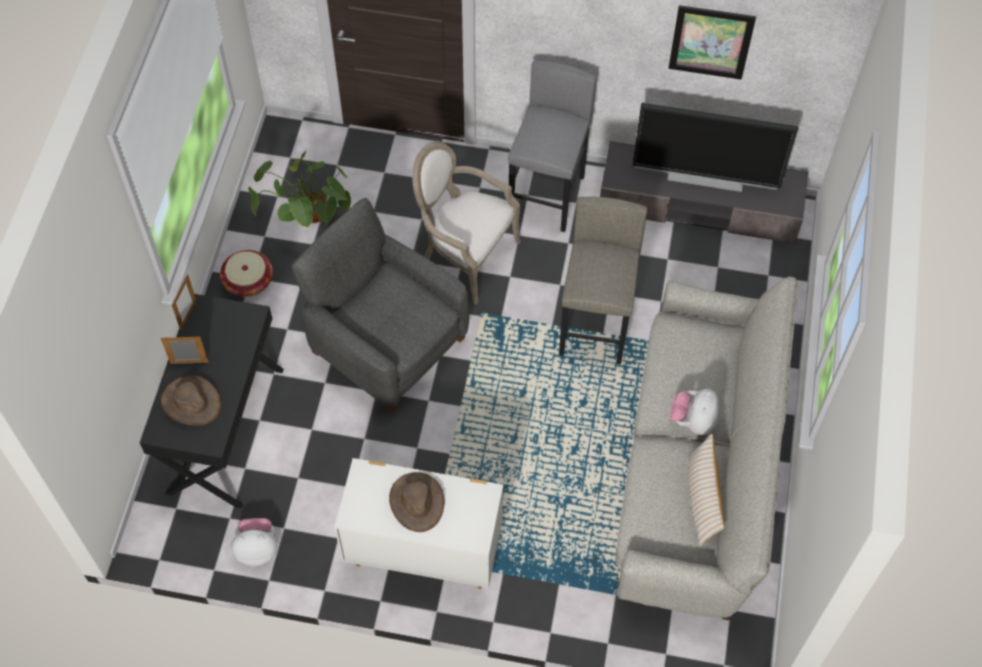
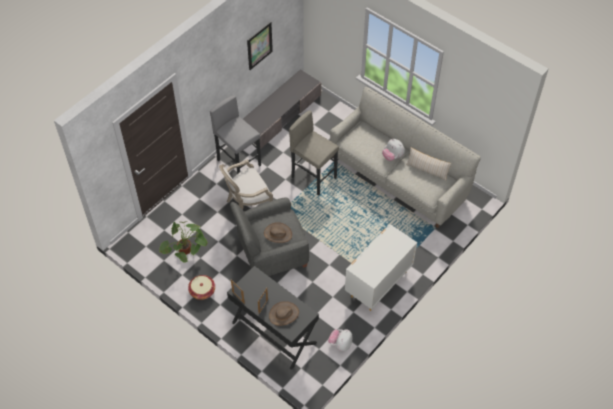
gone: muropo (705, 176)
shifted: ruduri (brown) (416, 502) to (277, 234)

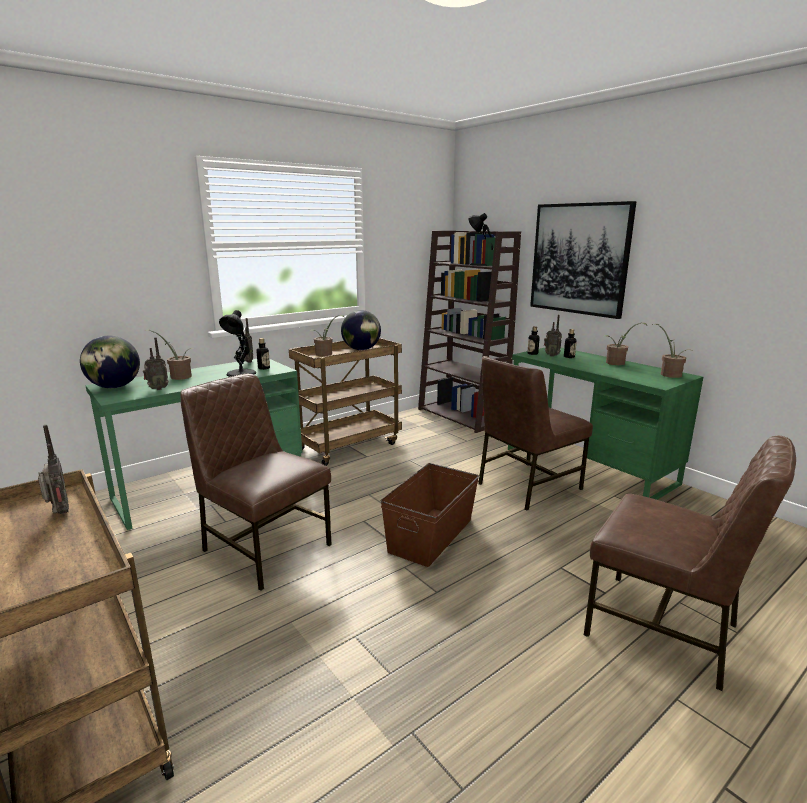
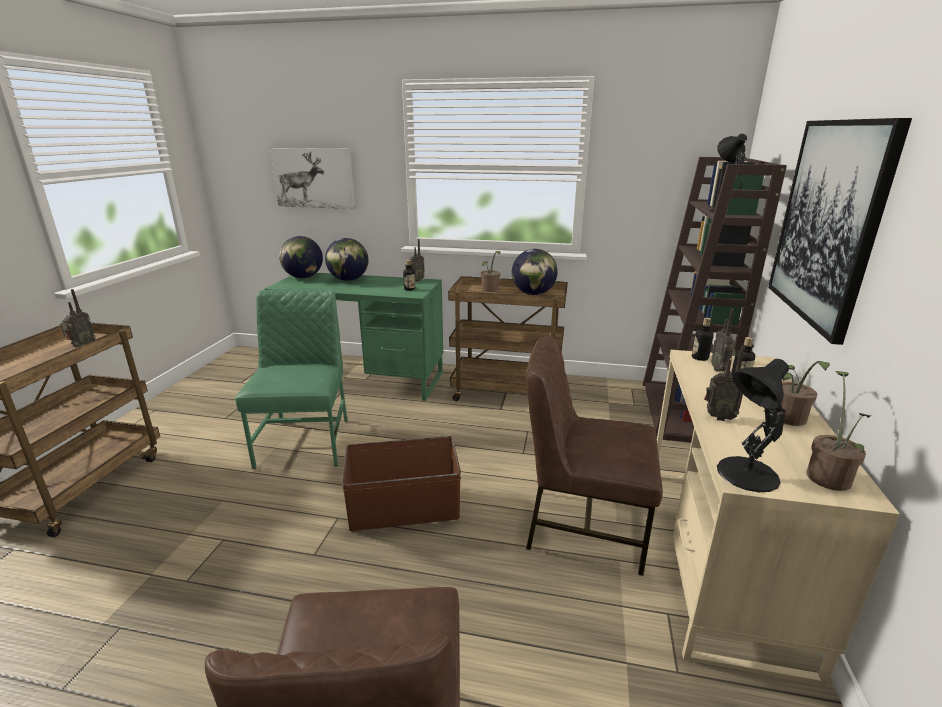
new: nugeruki (314, 178)
shifted: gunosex (157, 389) to (718, 417); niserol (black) (240, 374) to (745, 475)
swapped: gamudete (178, 376) to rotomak (348, 280)
repainted: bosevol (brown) (264, 547) to bosevol (green) (306, 441); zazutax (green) (588, 466) to zazutax (beige) (717, 556)

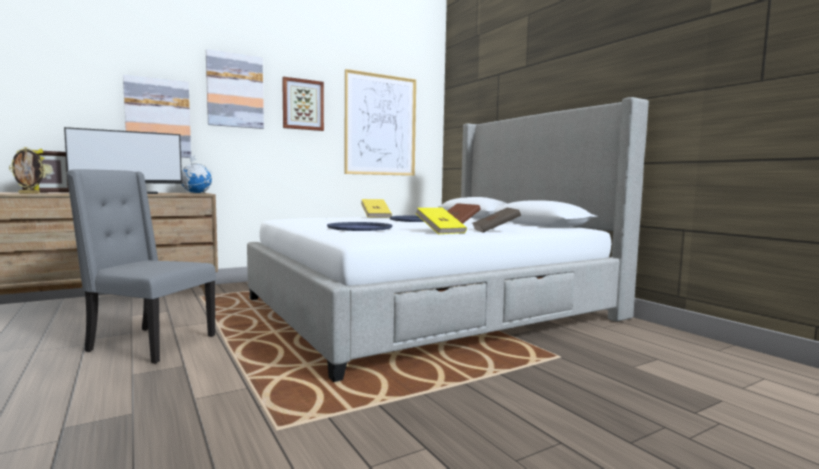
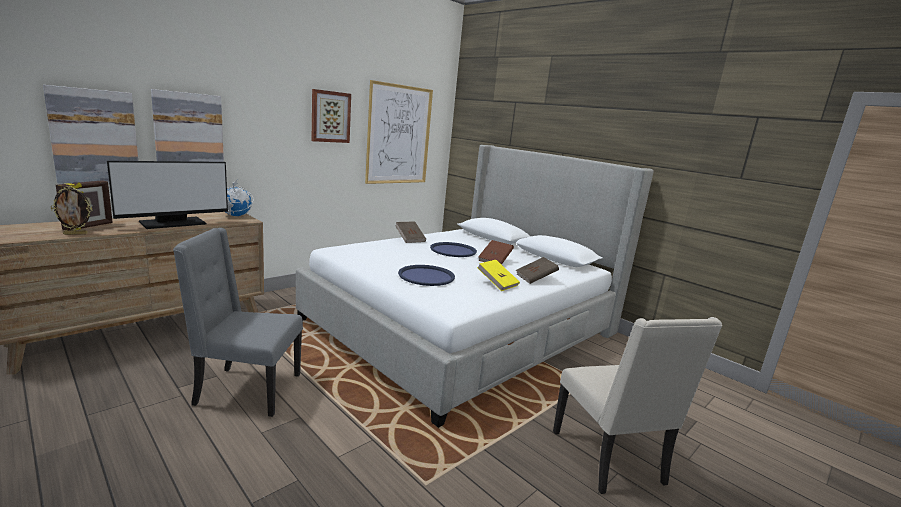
new: bosevol (beige) (610, 459)
shifted: nugeruki (235, 91) to (94, 136)
repainted: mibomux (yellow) (376, 216) to mibomux (brown) (410, 239)

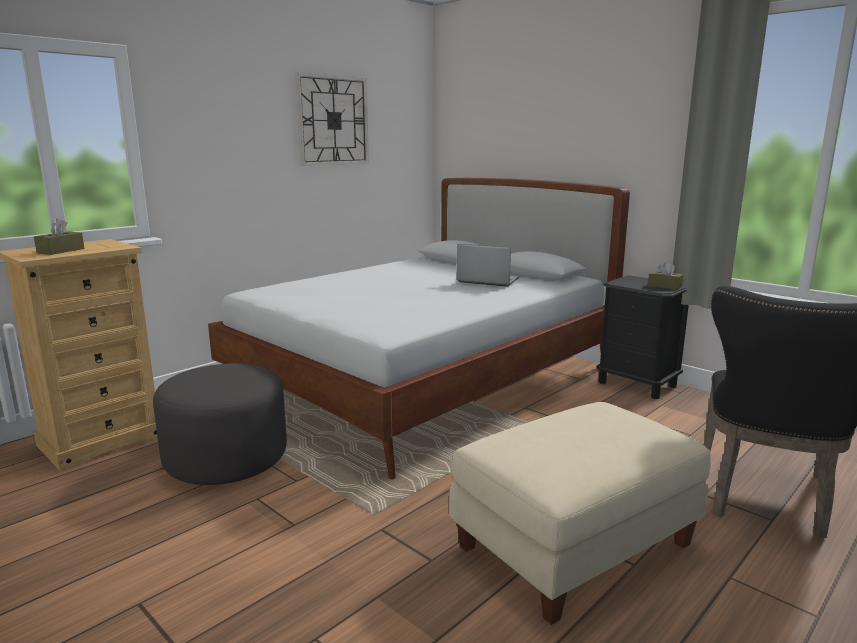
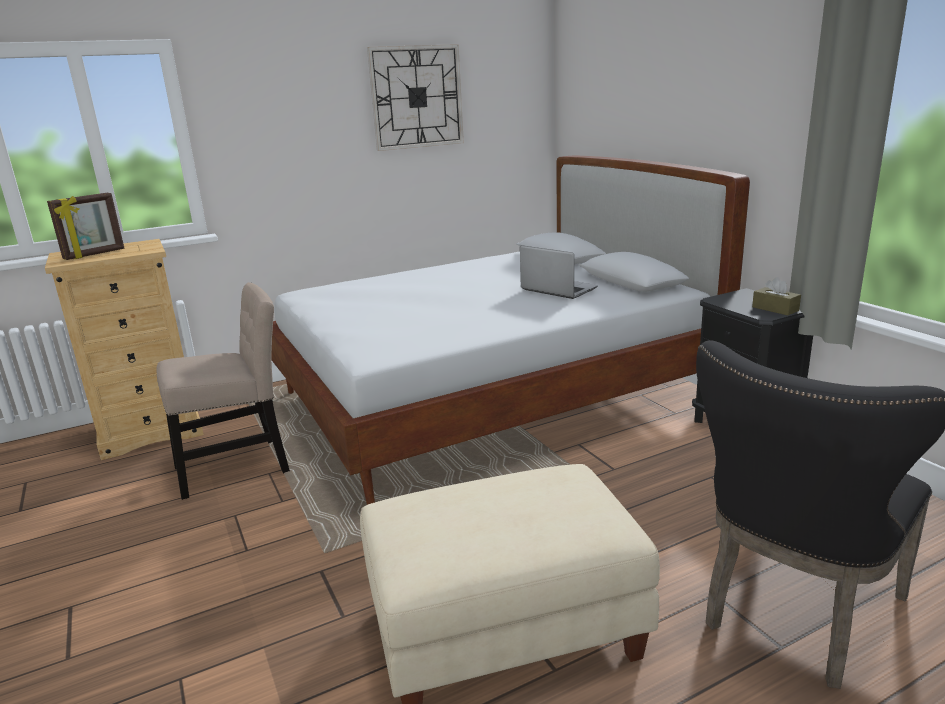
swapped: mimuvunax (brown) (61, 251) to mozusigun (95, 254); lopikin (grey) (226, 458) to bosevol (beige) (238, 466)

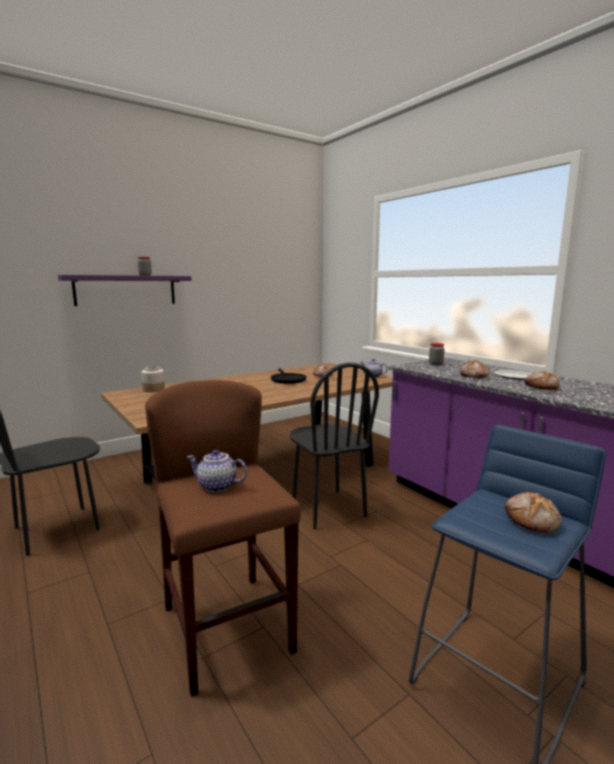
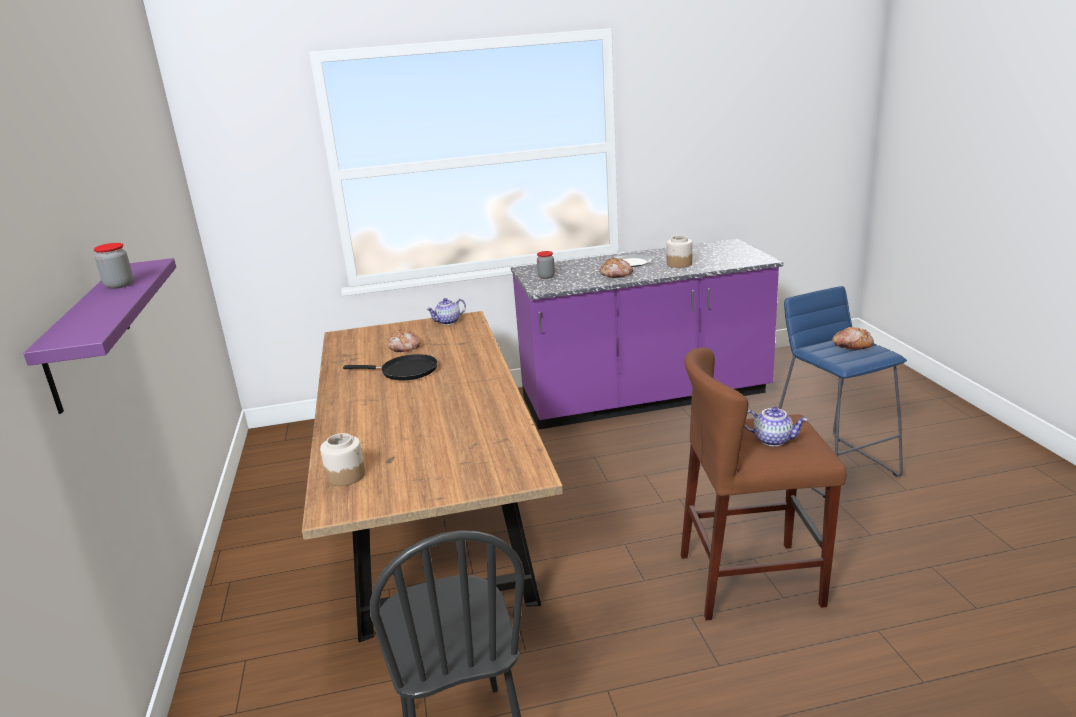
gone: bosevol (black) (327, 508)
swapped: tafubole (542, 387) to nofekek (679, 264)
rotated: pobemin (216, 486) = (773, 440) 105 degrees counterclockwise

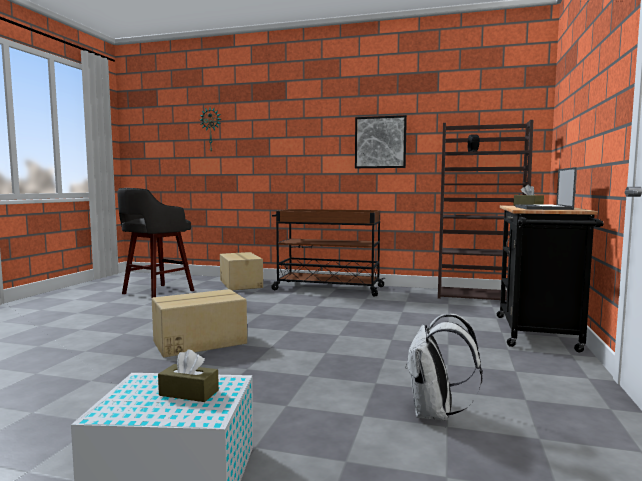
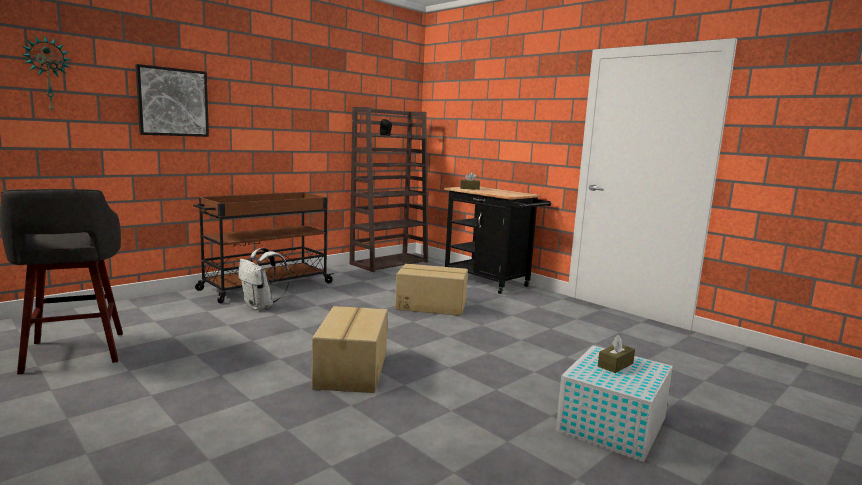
gone: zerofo (543, 208)
shifted: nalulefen (241, 284) to (431, 306); nugeruki (380, 142) to (173, 102); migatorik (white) (436, 414) to (261, 306)

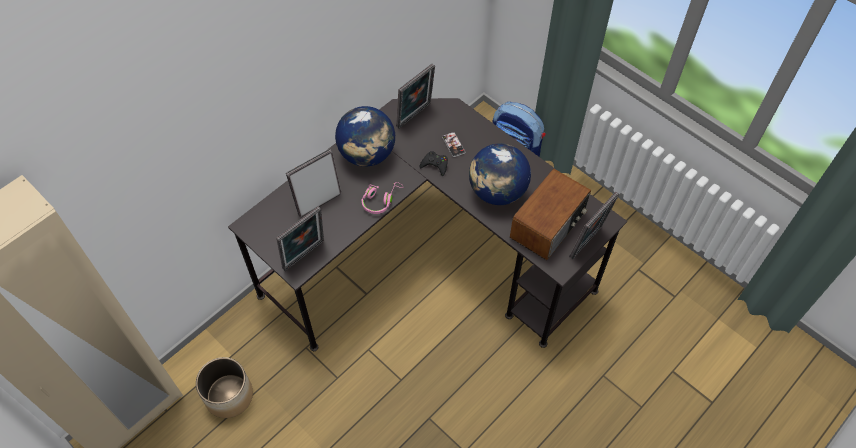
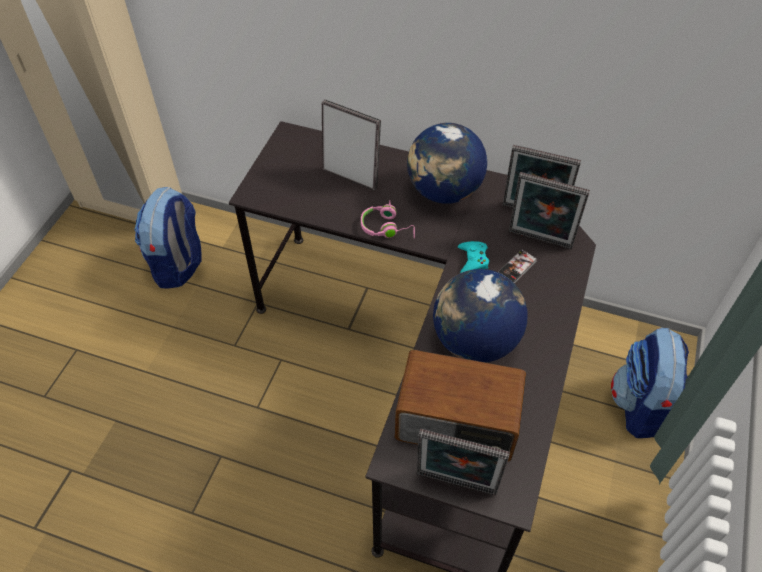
shifted: mozusigun (305, 256) to (539, 241)
swapped: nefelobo (230, 395) to migatorik (178, 265)
repainted: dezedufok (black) (435, 165) to dezedufok (turquoise) (473, 260)

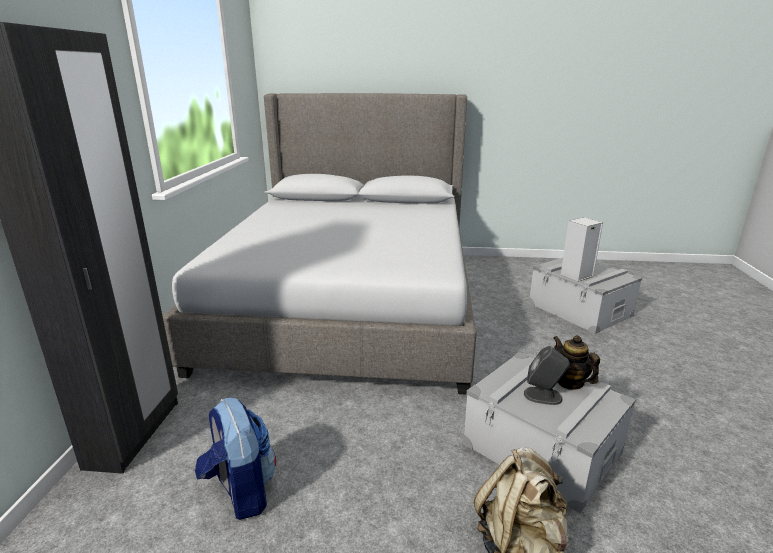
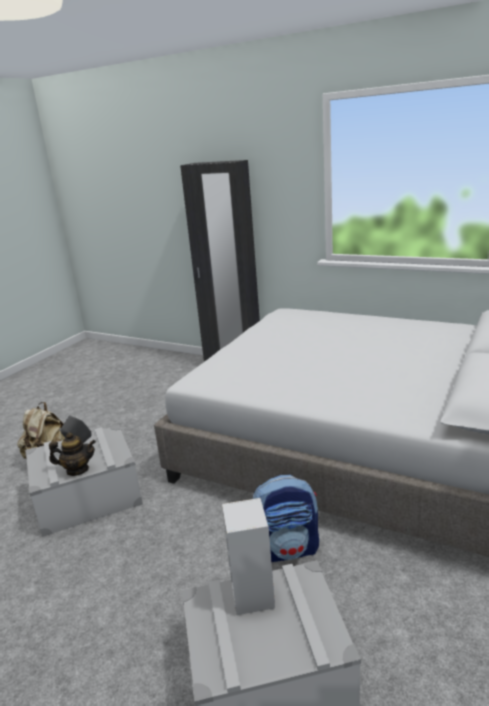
shifted: migatorik (240, 492) to (287, 549)

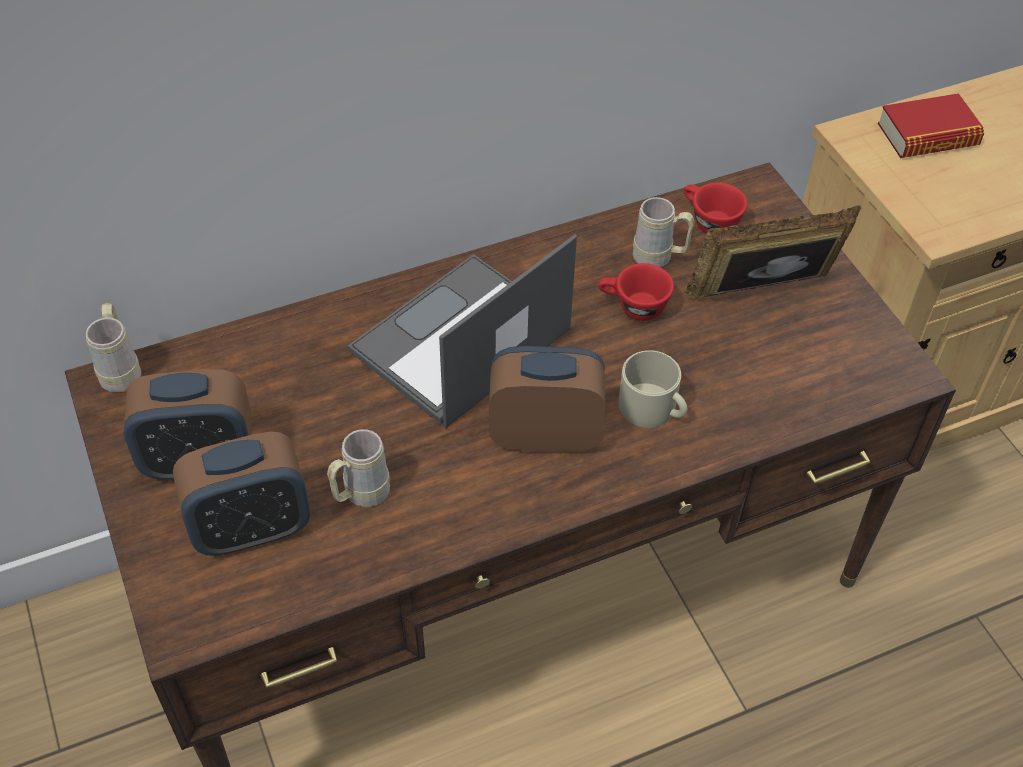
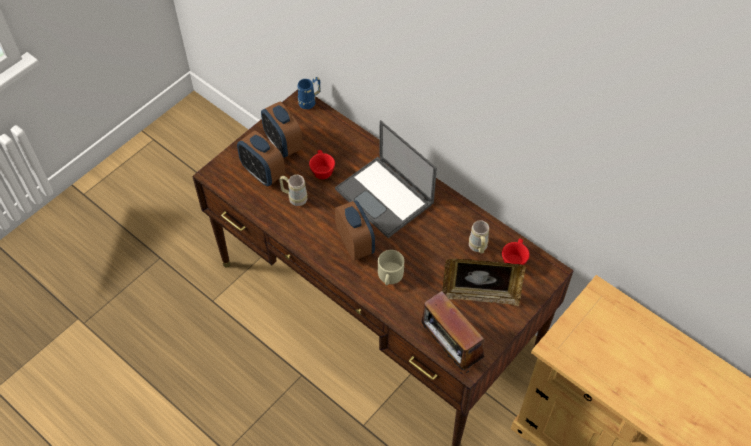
gone: mibomux (927, 135)
new: gunosex (449, 349)
shifted: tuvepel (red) (633, 307) to (321, 170)
repainted: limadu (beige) (121, 370) to limadu (blue) (310, 101)
rotated: zerofo (459, 342) = (385, 197) 150 degrees counterclockwise; mozusigun (762, 296) = (480, 295) 135 degrees clockwise

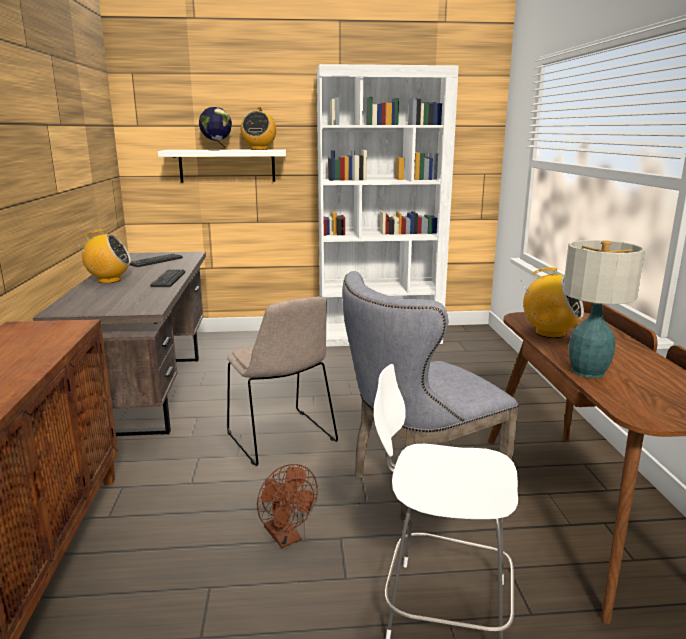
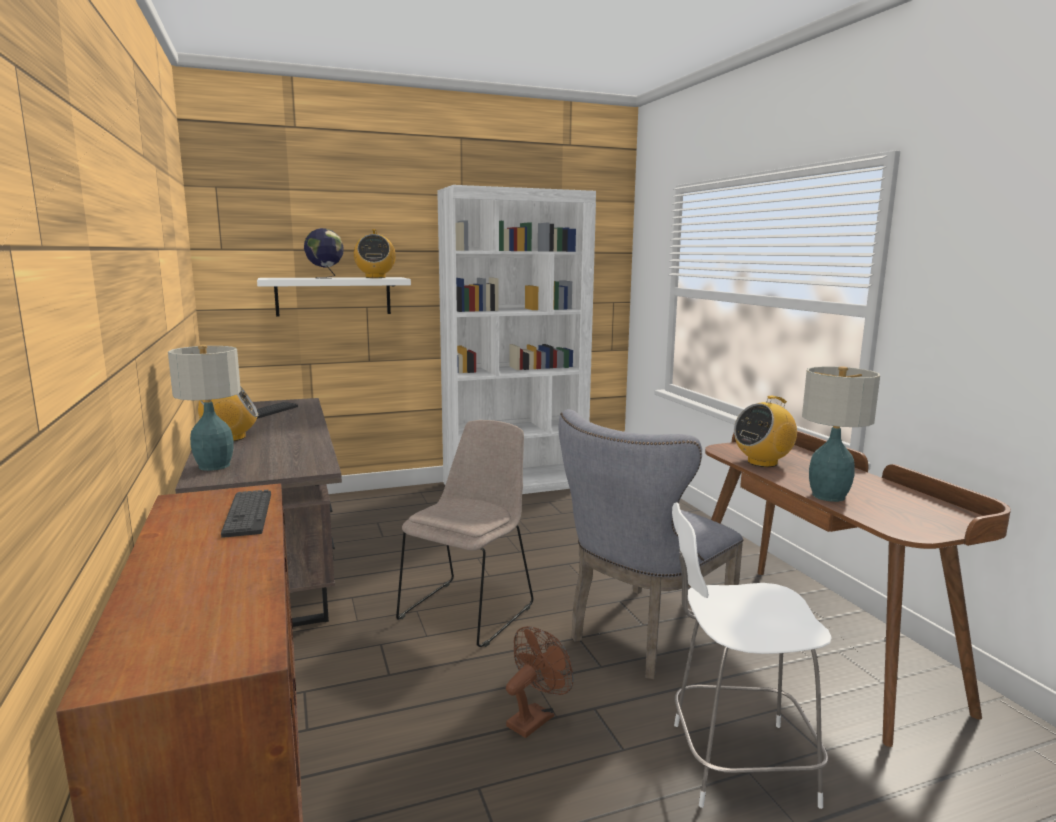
new: niserol (213, 466)
shifted: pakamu (168, 279) to (248, 514)
rotated: bosevol (beige) (282, 439) = (469, 610) 105 degrees counterclockwise; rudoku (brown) (286, 538) = (535, 717) 90 degrees counterclockwise; gunosex (549, 333) = (762, 462) 135 degrees clockwise

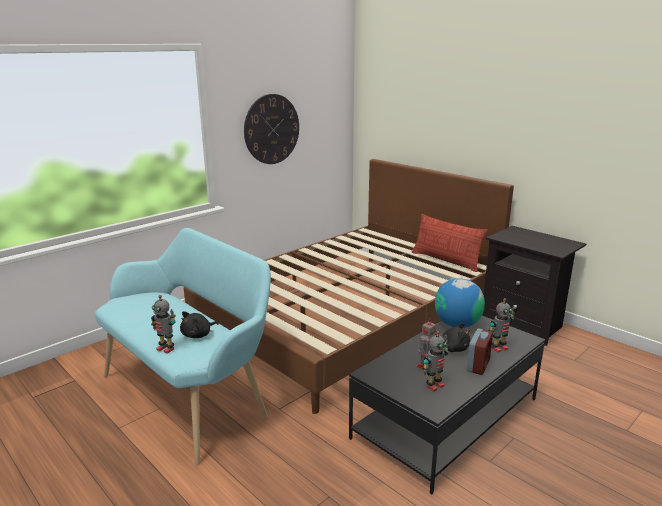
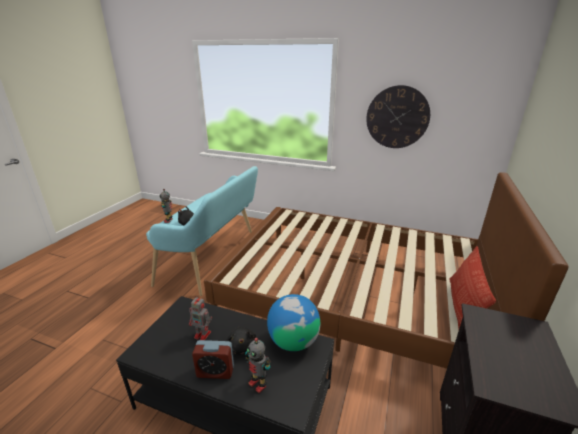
gone: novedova (434, 385)

